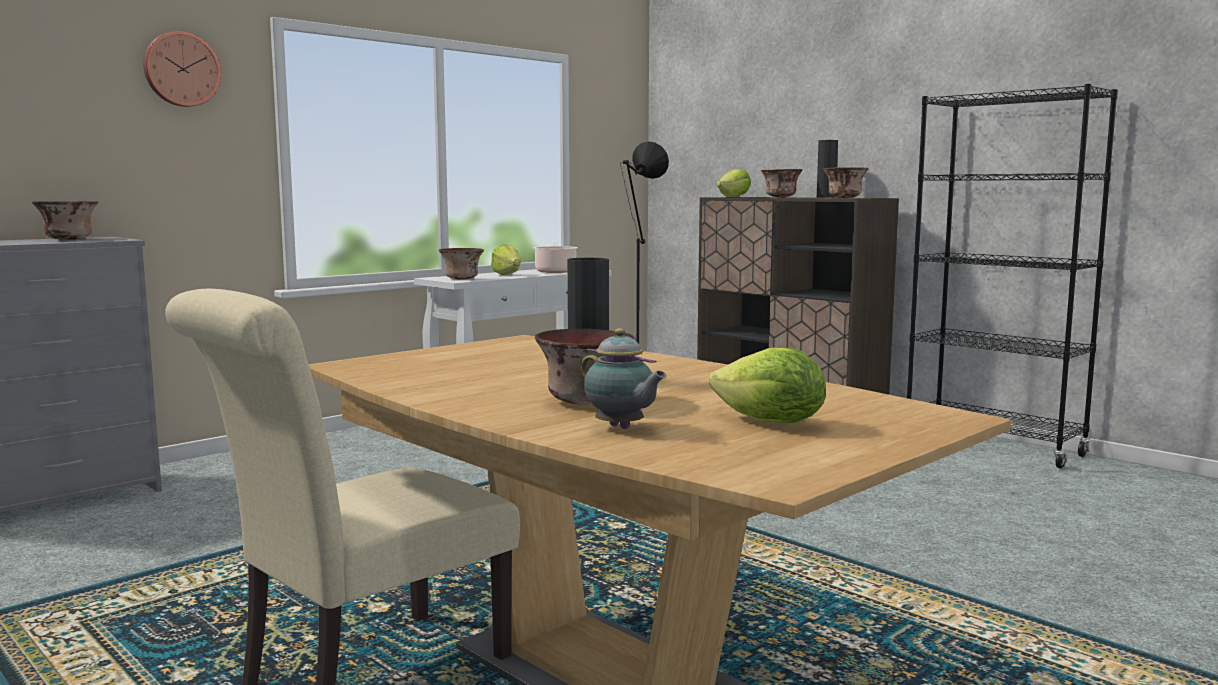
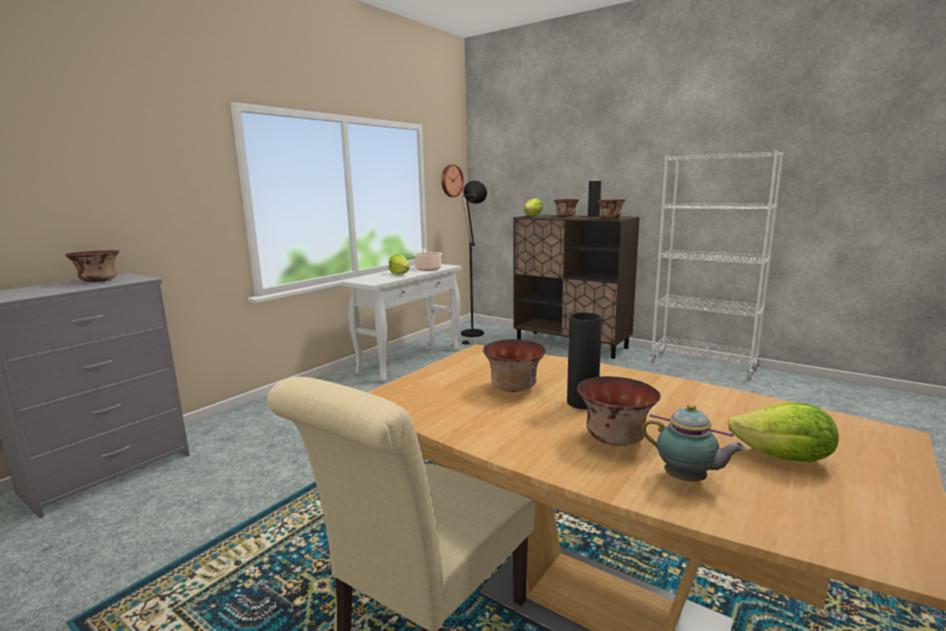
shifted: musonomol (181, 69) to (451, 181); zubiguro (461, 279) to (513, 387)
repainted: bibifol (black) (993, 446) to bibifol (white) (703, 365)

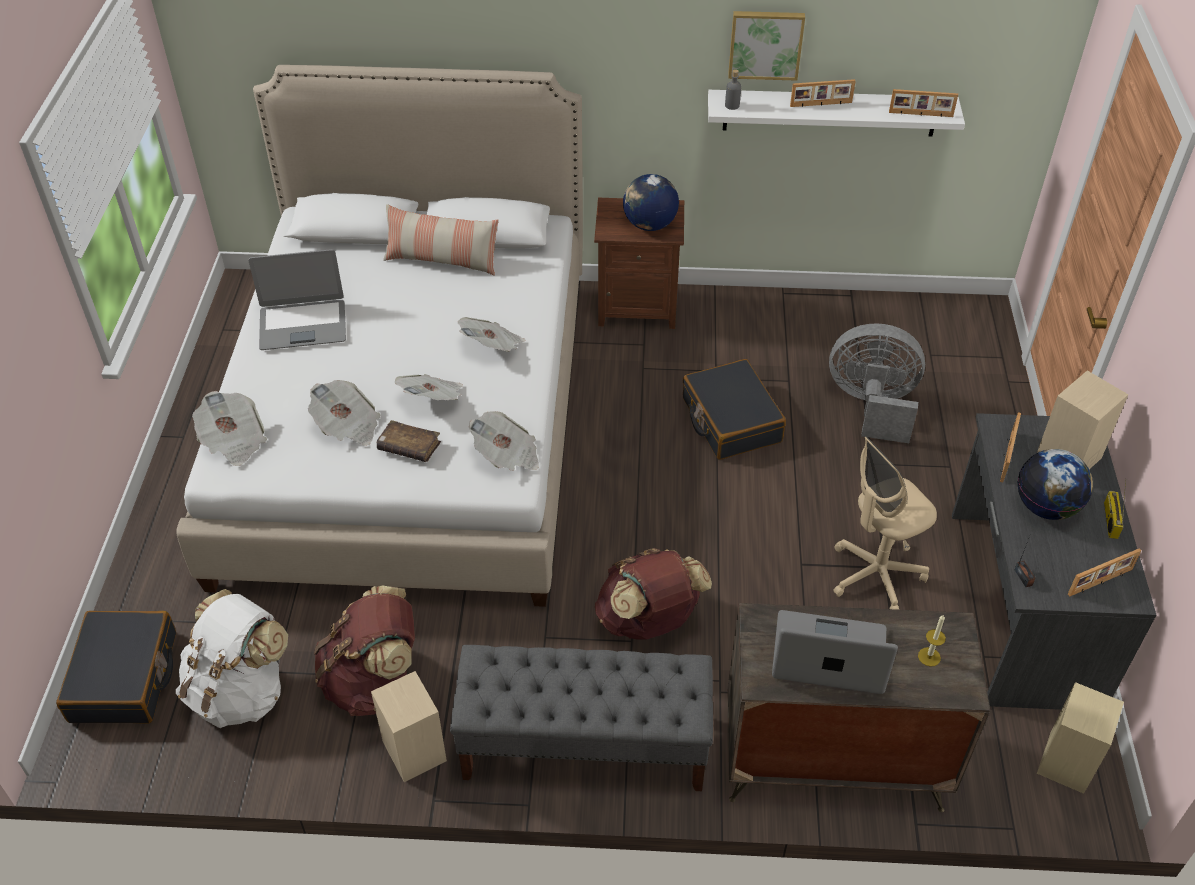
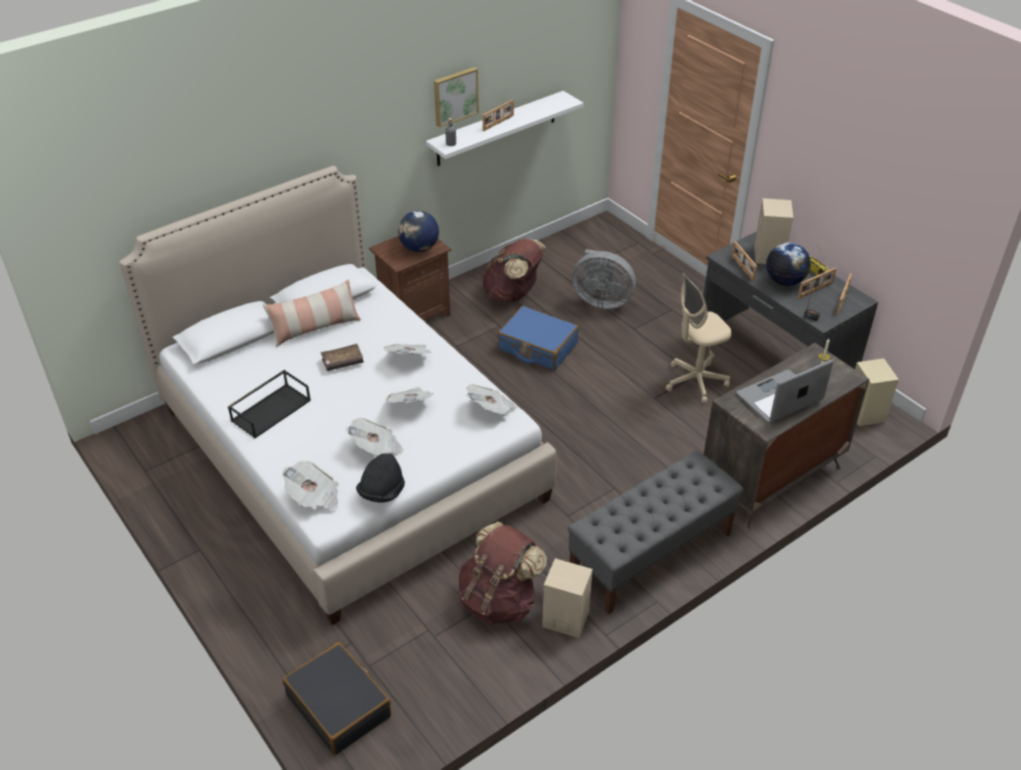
gone: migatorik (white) (240, 691)
new: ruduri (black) (382, 492)
shifted: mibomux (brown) (409, 447) to (342, 362); migatorik (brown) (648, 621) to (513, 294); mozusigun (921, 114) to (815, 290)
swapped: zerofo (303, 325) to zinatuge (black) (271, 410)
repainted: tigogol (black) (730, 420) to tigogol (blue) (537, 347)
rotated: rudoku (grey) (872, 405) = (601, 300) 135 degrees counterclockwise; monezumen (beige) (876, 575) = (695, 382) 45 degrees clockwise

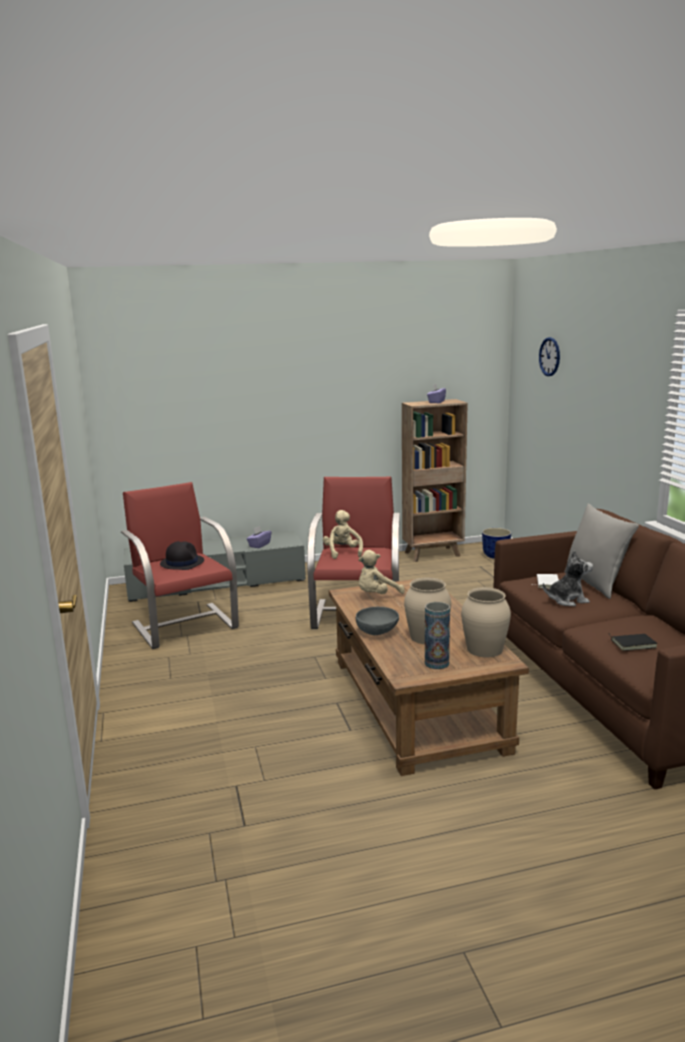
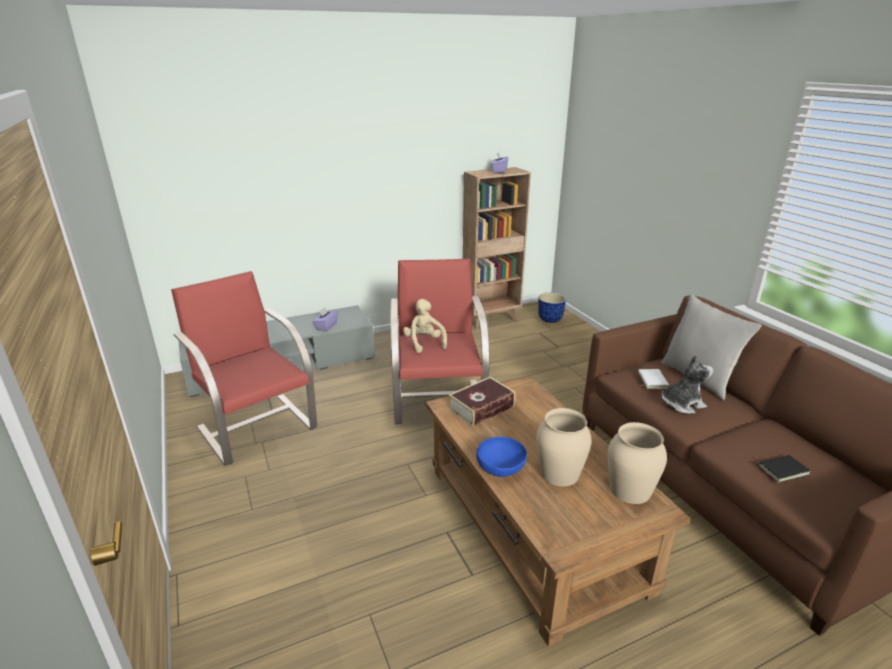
gone: ruduri (black) (182, 562); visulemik (436, 663); musonomol (549, 356)
swapped: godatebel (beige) (377, 595) to mibomux (481, 408)
repainted: zubiguro (grey) (377, 631) to zubiguro (blue) (501, 468)

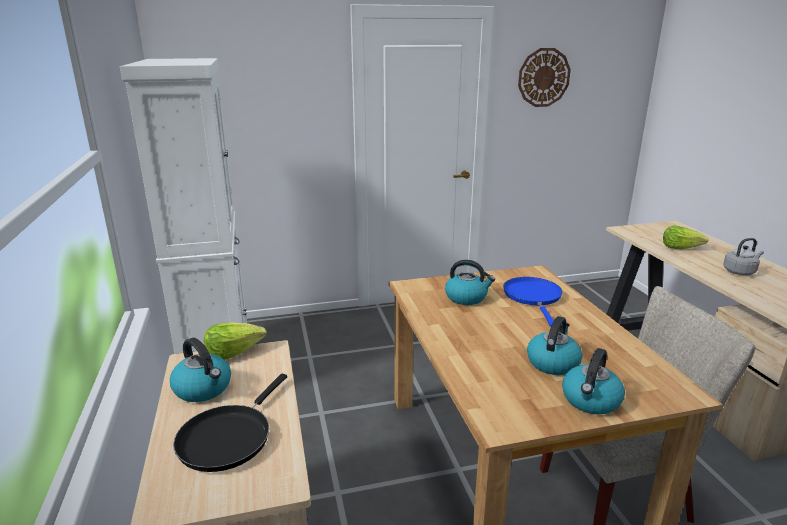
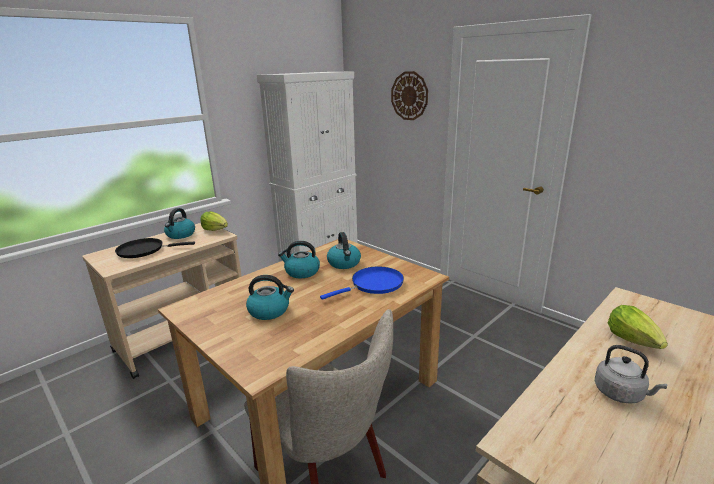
shifted: musonomol (543, 77) to (409, 96); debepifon (591, 401) to (301, 272)

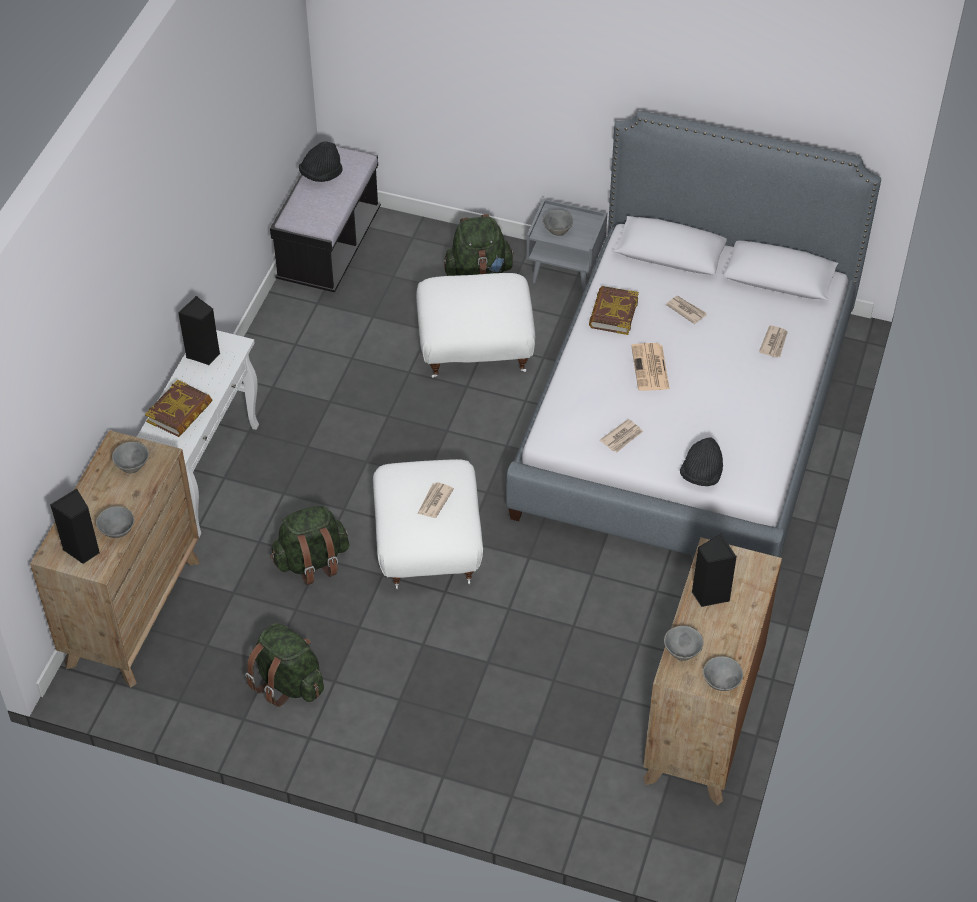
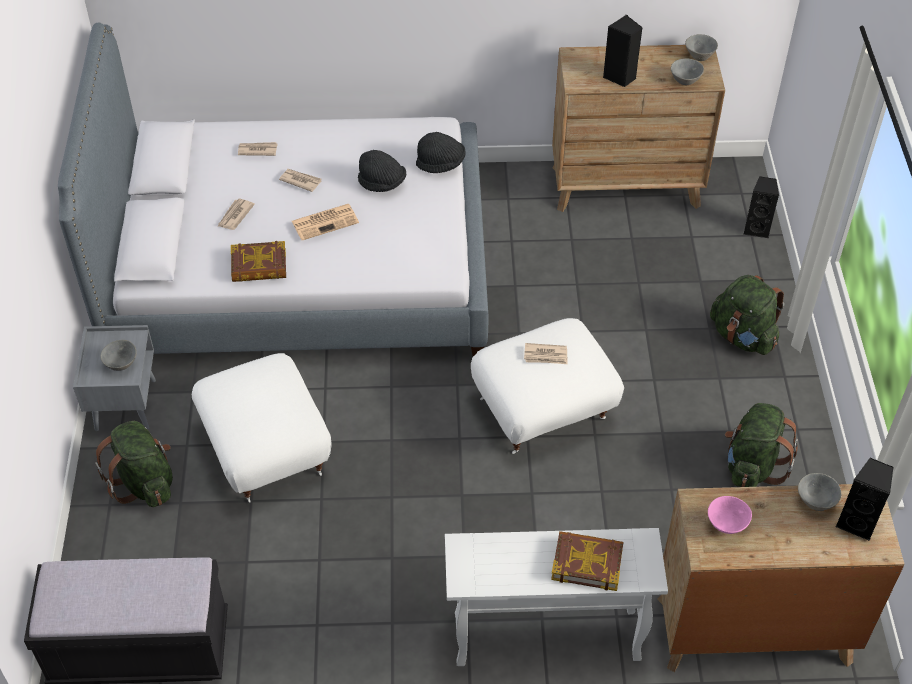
shifted: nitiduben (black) (204, 354) to (757, 229); migatorik (green) (312, 562) to (743, 336); ruduri (black) (321, 174) to (382, 183); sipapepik (622, 437) to (300, 181)
repainted: zubiguro (grey) (133, 466) to zubiguro (pink) (726, 523)

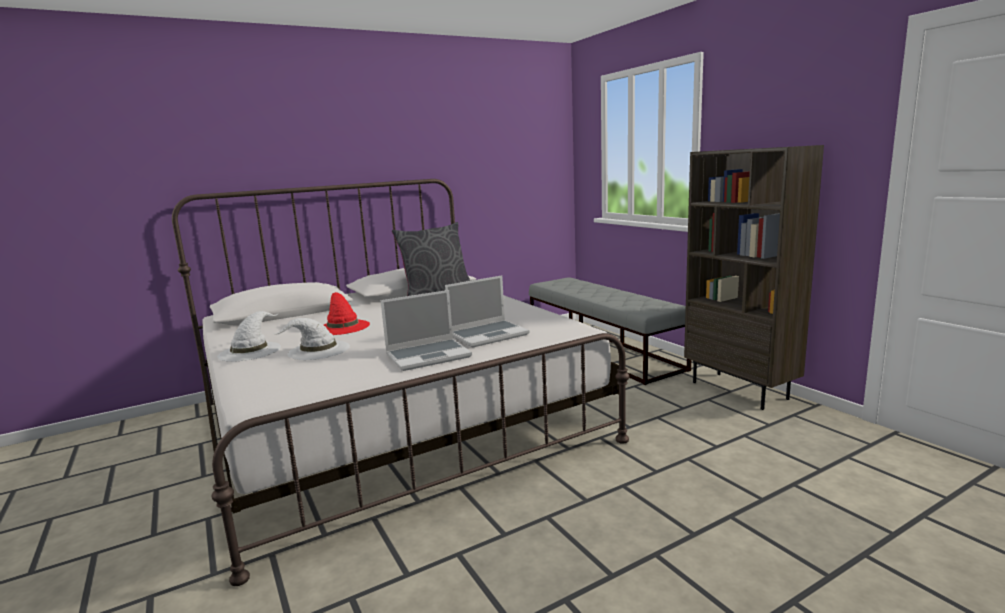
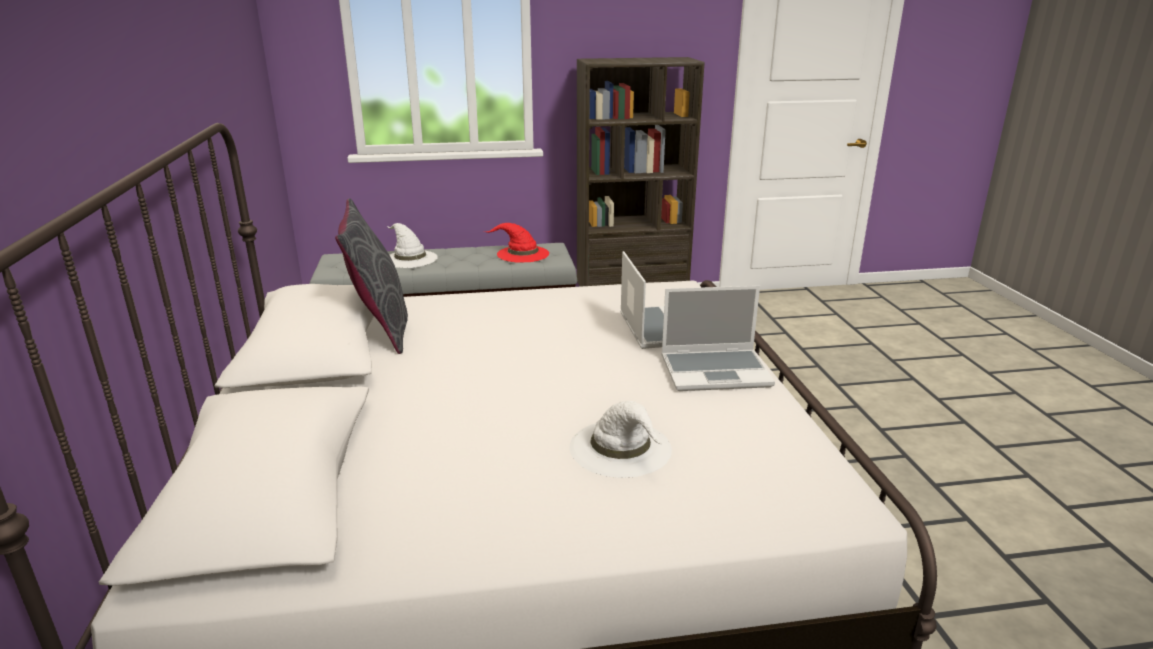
shifted: ruduri (white) (250, 351) to (409, 258); ruduri (red) (342, 327) to (522, 254)
rotated: zerofo (429, 355) = (716, 371) 90 degrees clockwise

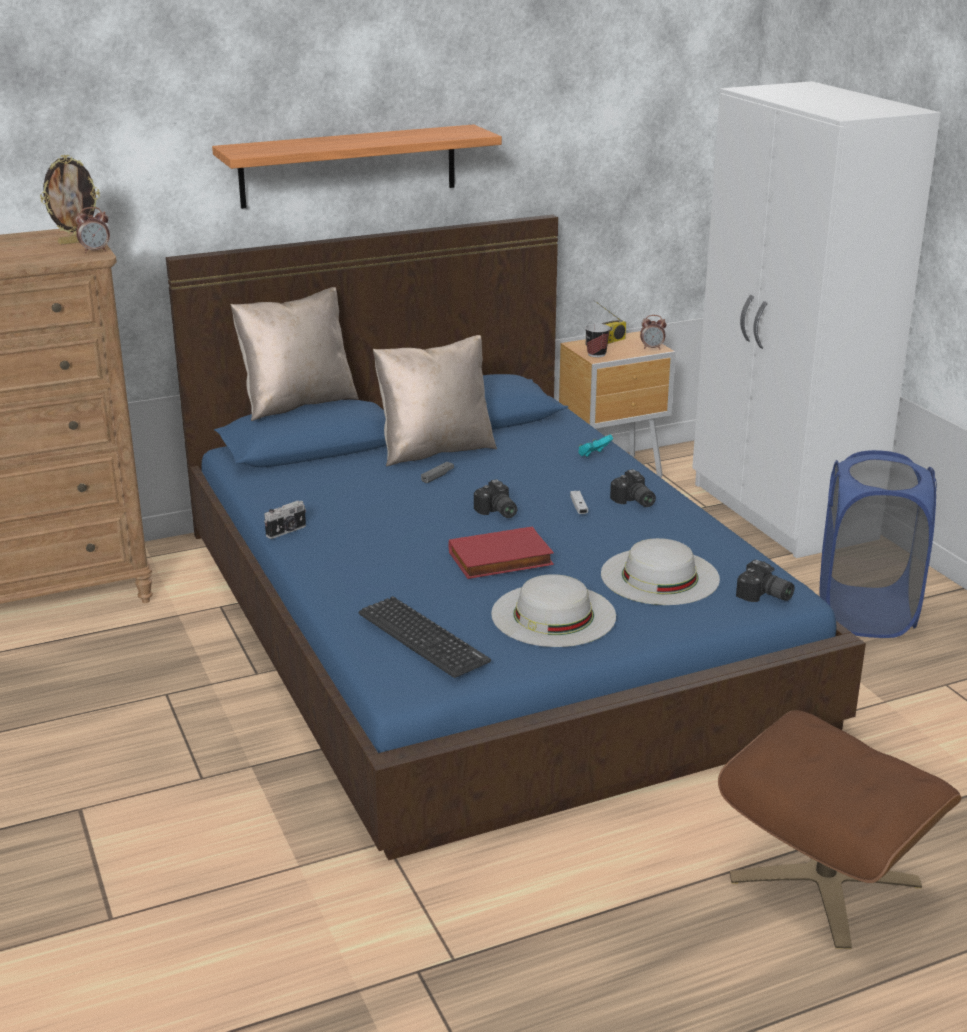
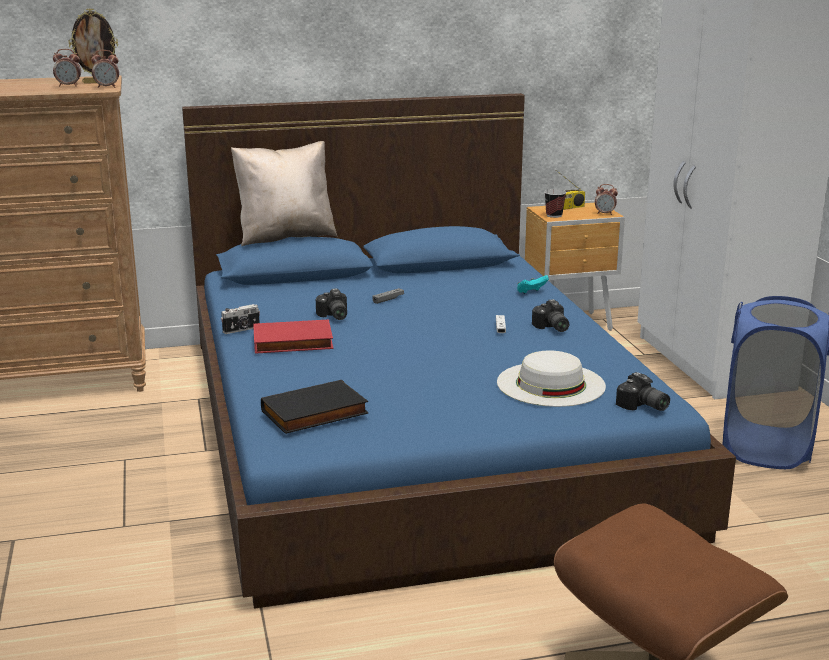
gone: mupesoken (349, 166); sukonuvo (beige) (435, 450); ruduri (white) (553, 615)
new: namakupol (69, 86)
shifted: mibomux (red) (500, 560) to (292, 343); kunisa (496, 512) to (333, 316)
swapped: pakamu (422, 637) to mibomux (black) (315, 413)

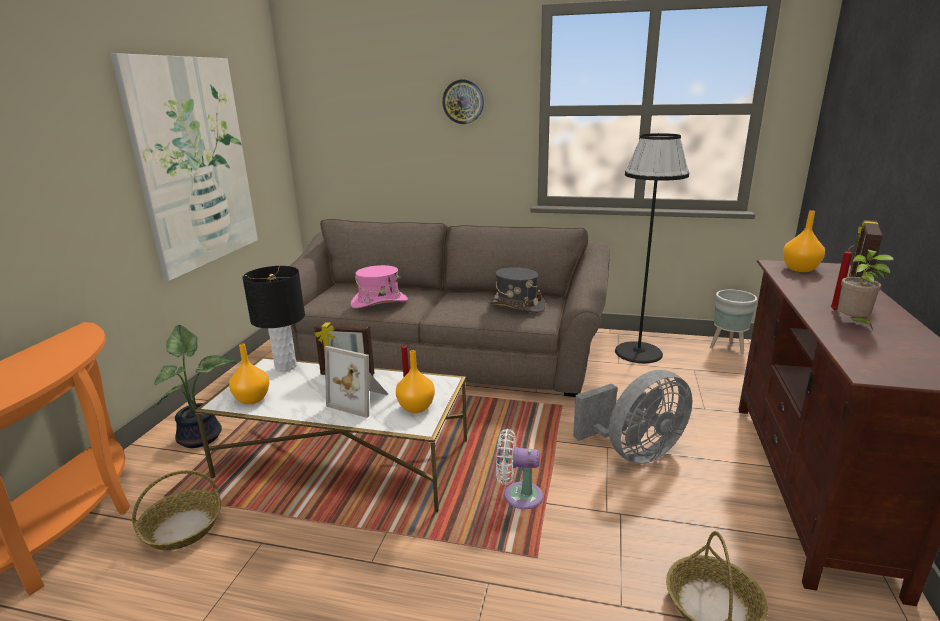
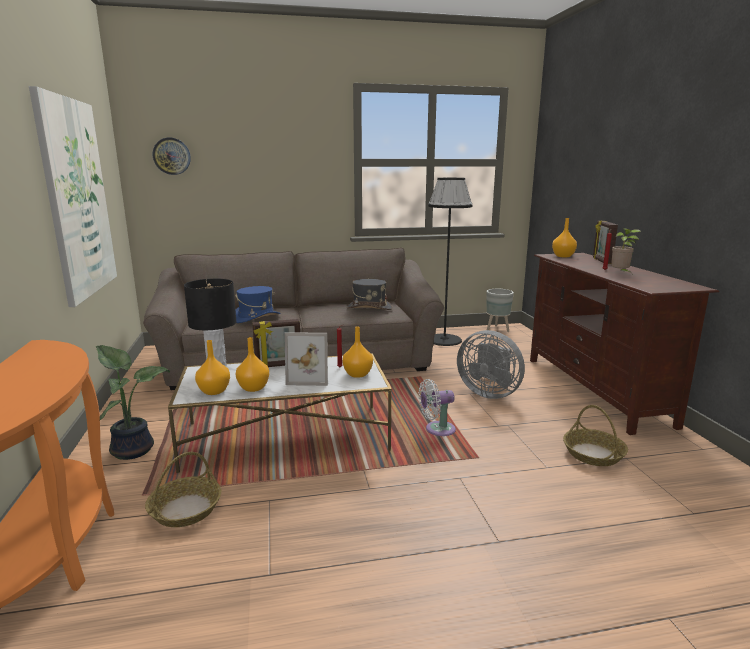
new: visulemik (orange) (253, 388)
shifted: musonomol (463, 102) to (172, 156)
repainted: ruduri (pink) (379, 302) to ruduri (blue) (256, 317)
rotated: rudoku (grey) (634, 452) = (489, 393) 90 degrees clockwise

